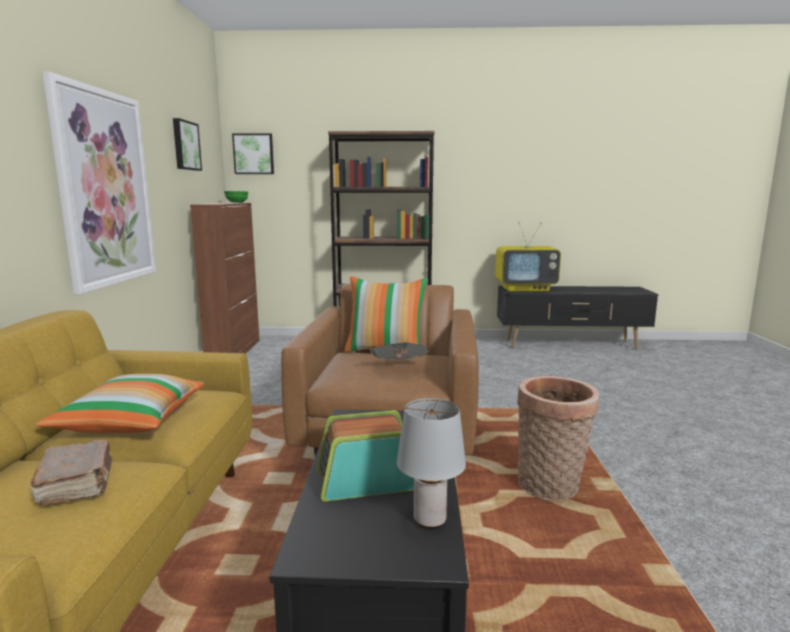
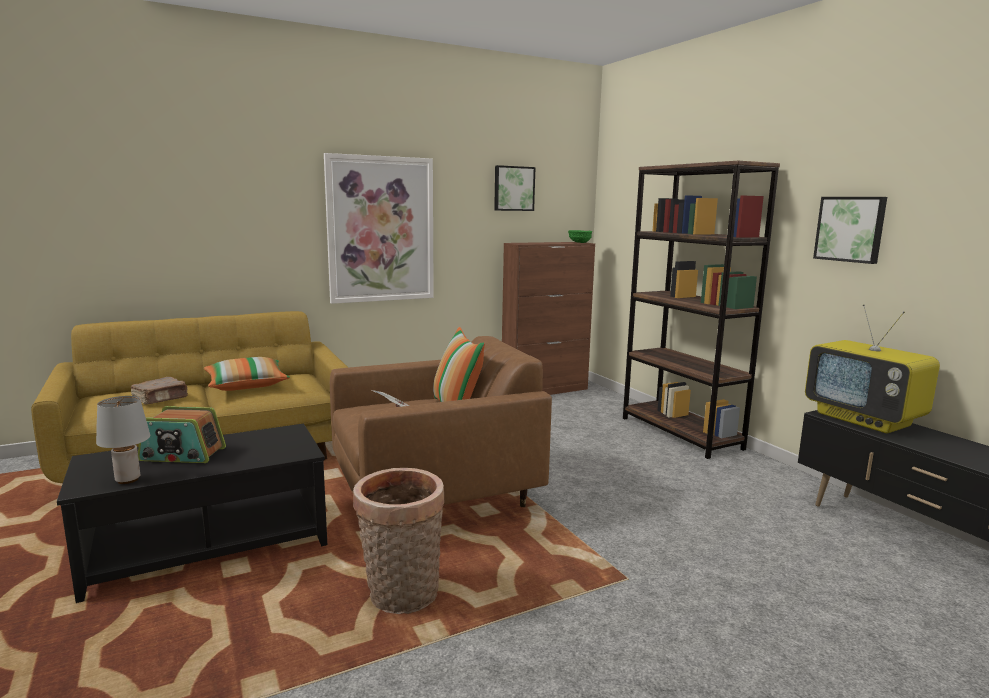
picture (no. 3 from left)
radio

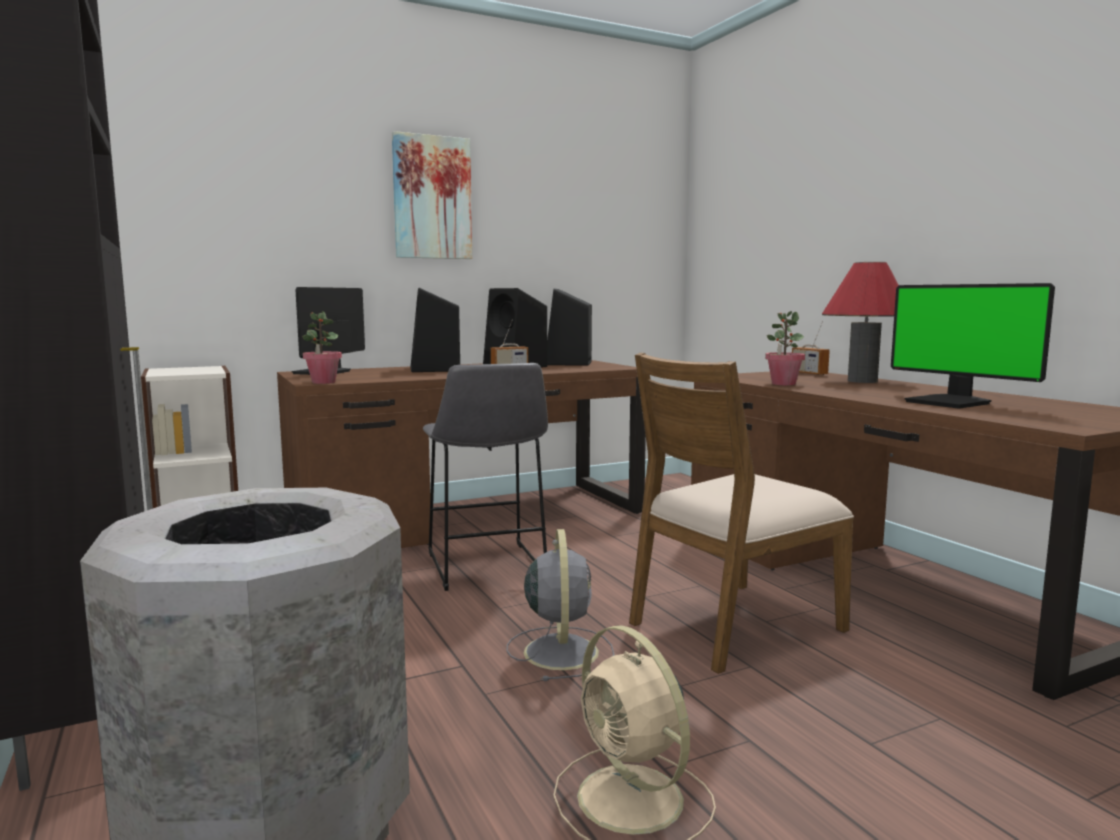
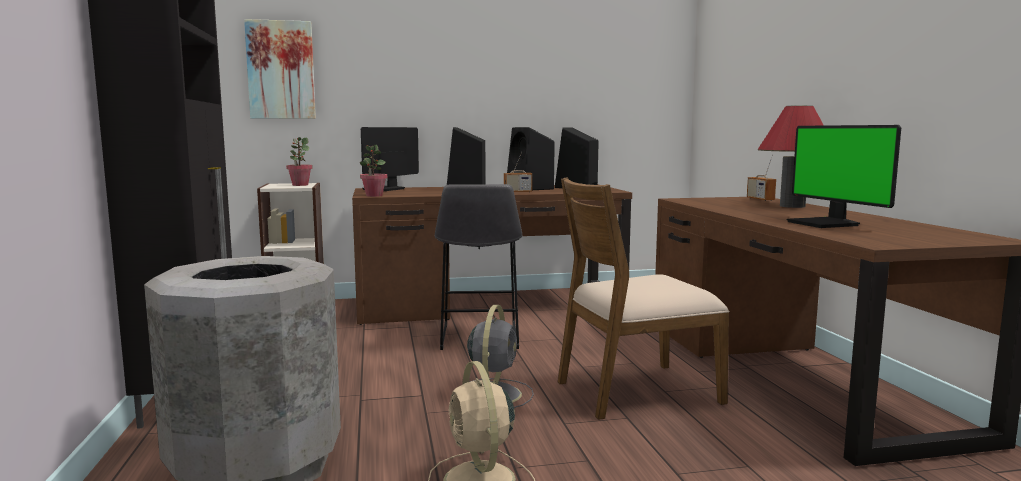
picture
potted plant (no. 1 from left)

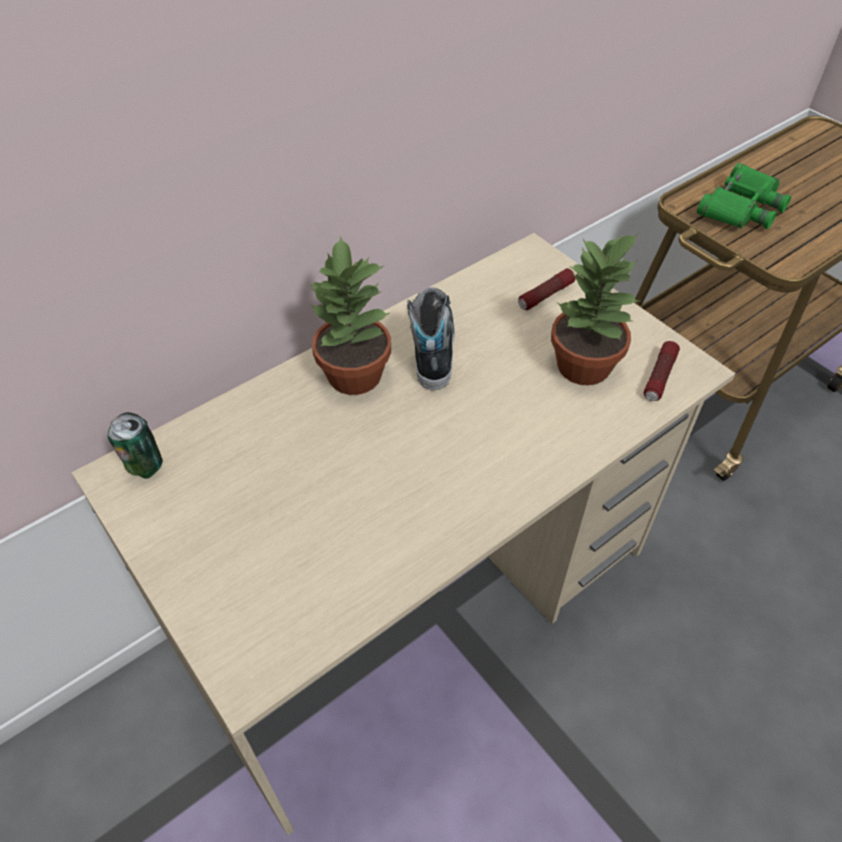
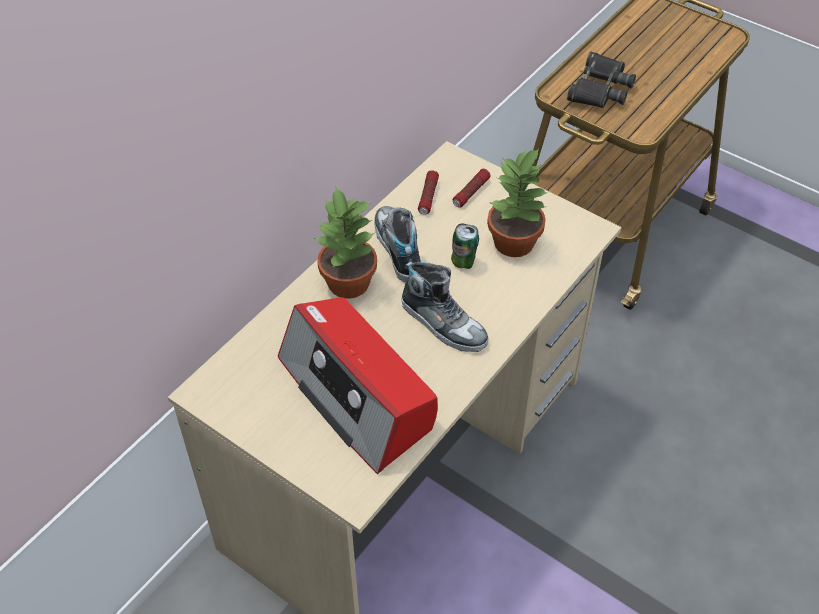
radio
shoe (no. 2 from left)
can
flashlight (no. 1 from left)
binoculars/black

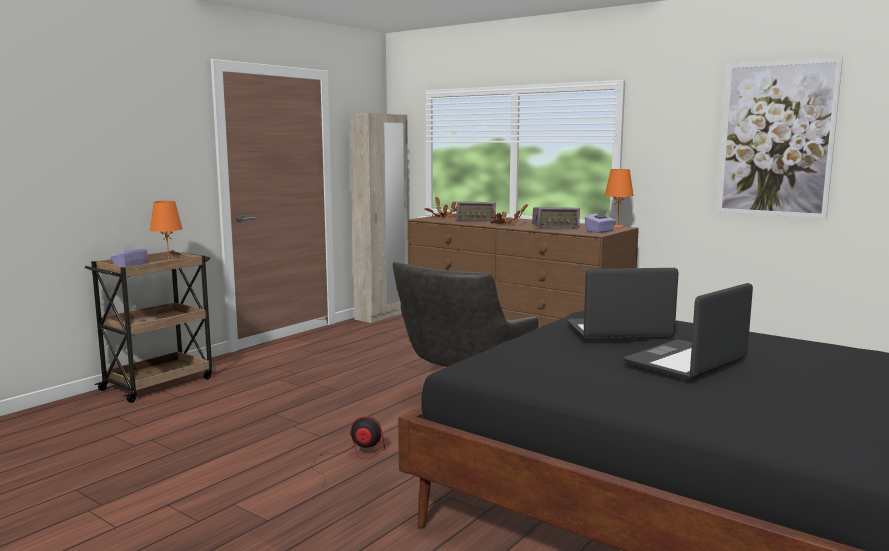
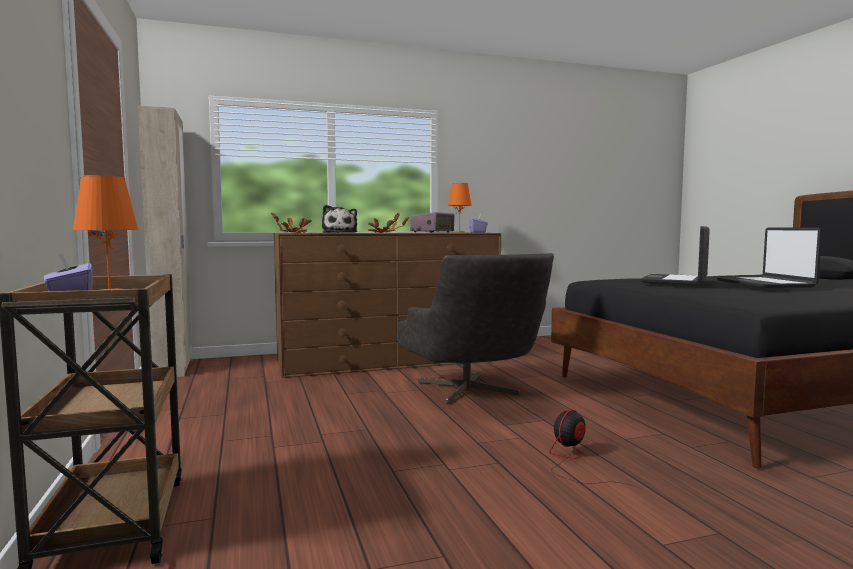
picture
plush toy

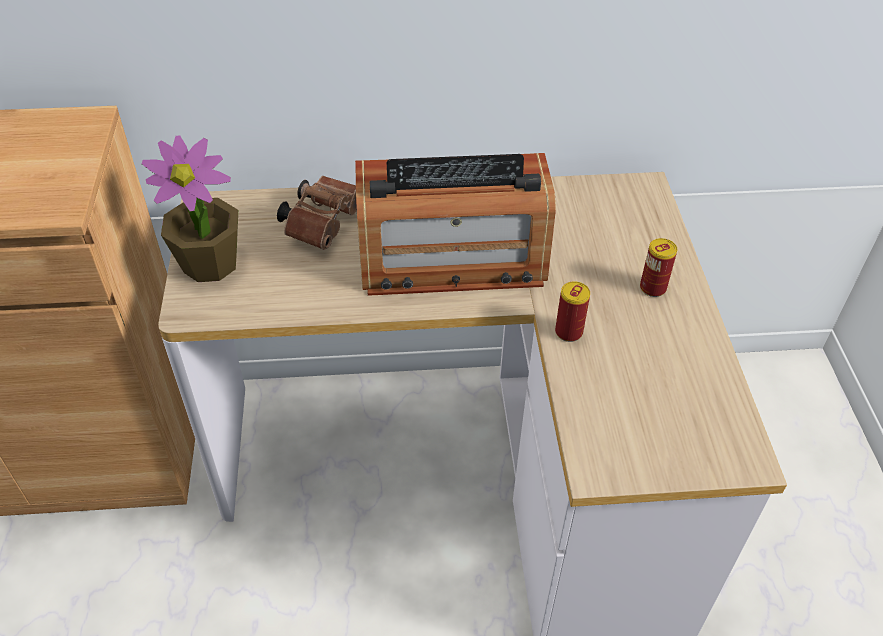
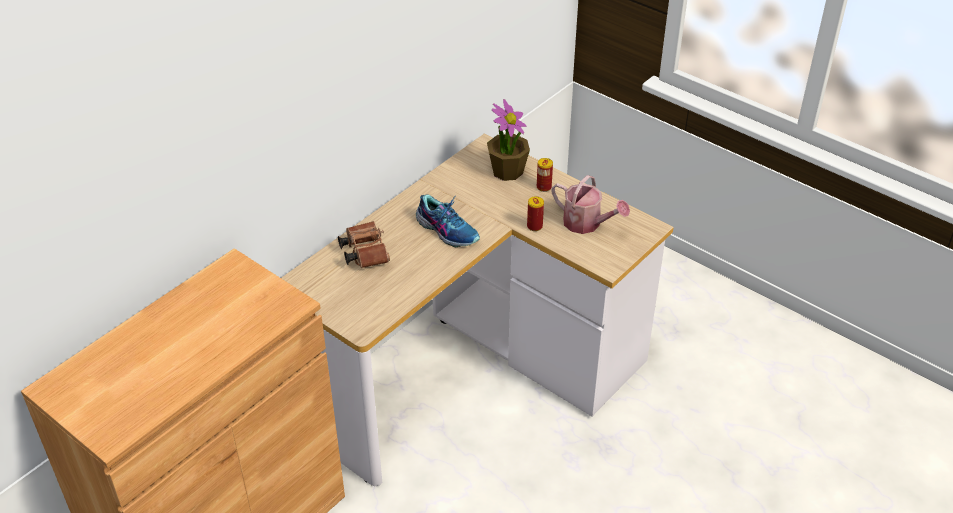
watering can
potted plant
shoe

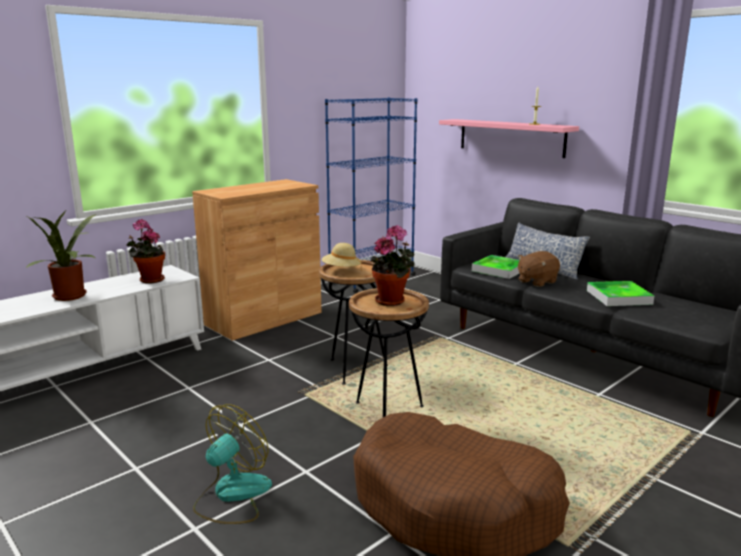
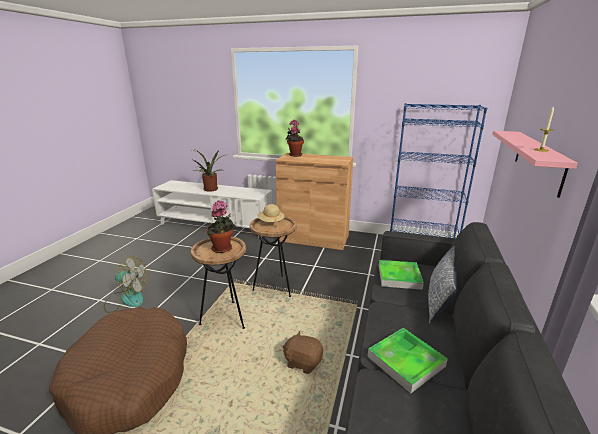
potted plant (no. 3 from left)
plush toy/brown

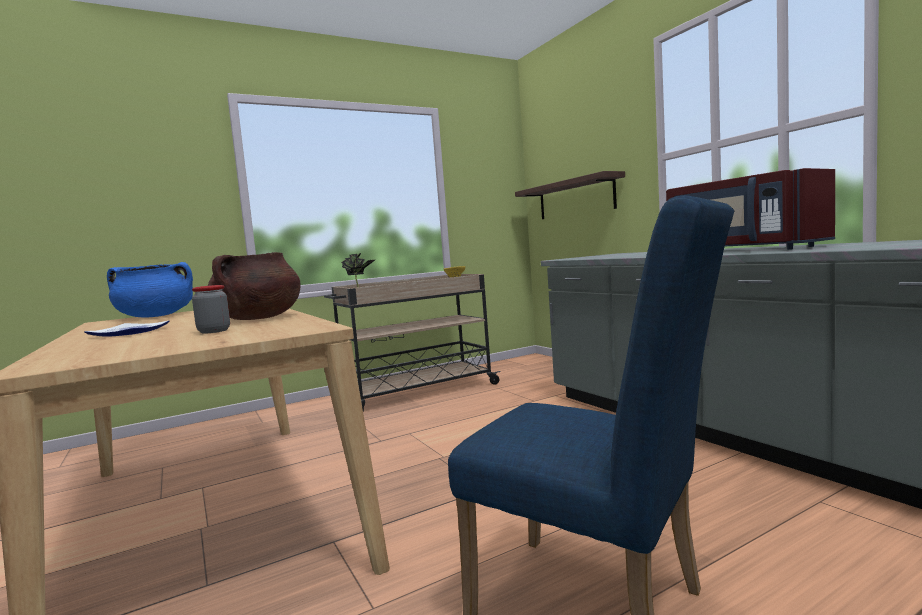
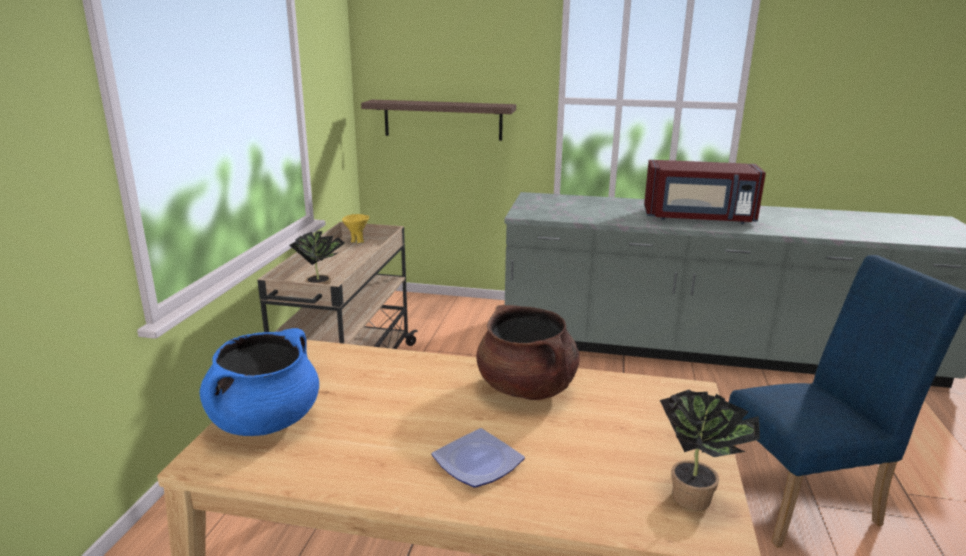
jar
potted plant (no. 2 from left)

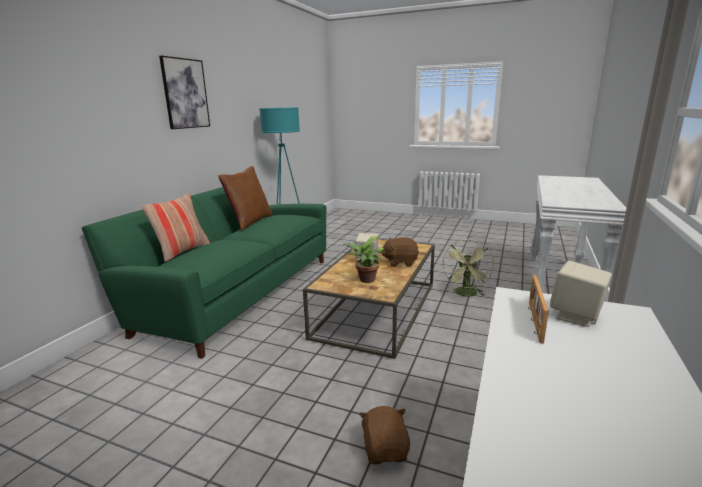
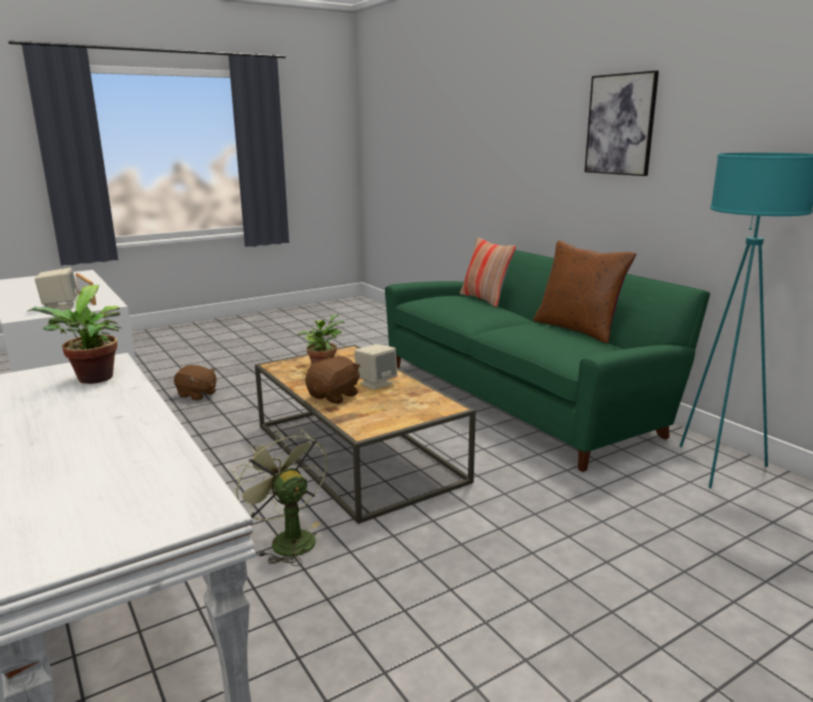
potted plant (no. 1 from left)

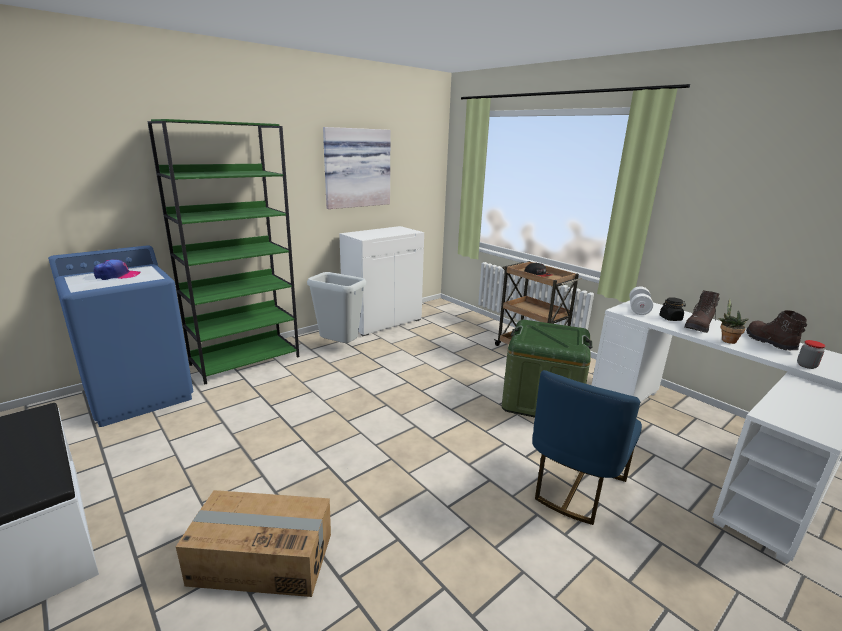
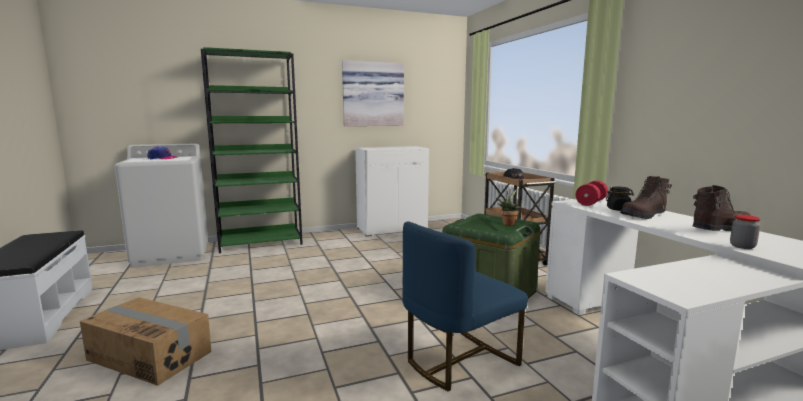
trash can/grey
potted plant
washing machine/white
dumbbell/red
boot/brown (no. 2 from left)

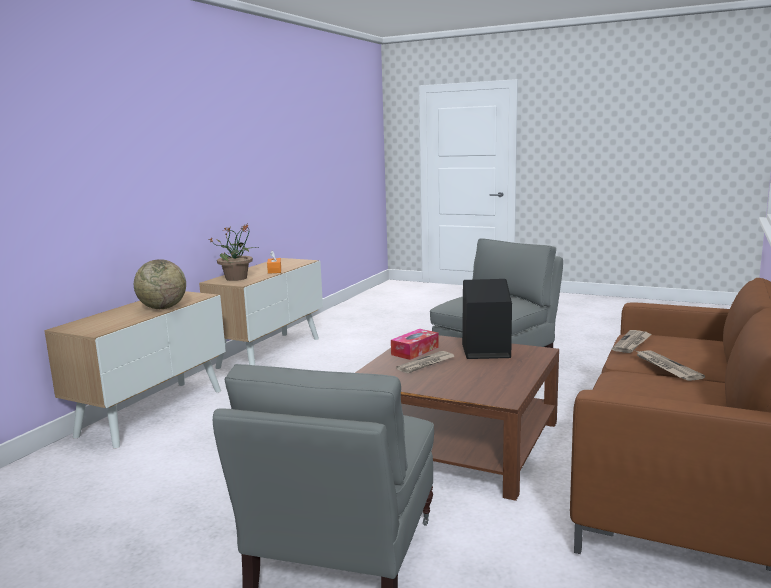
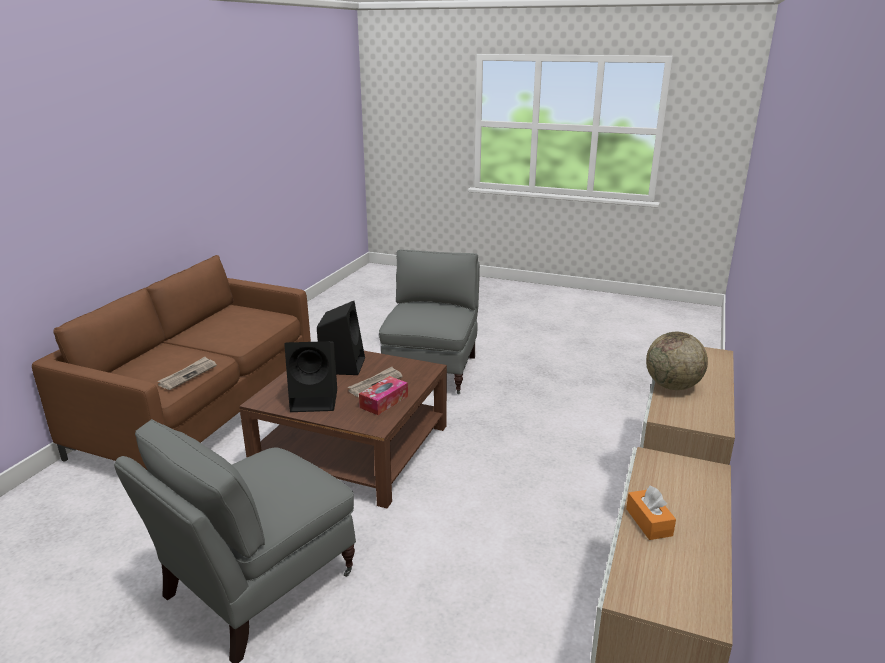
potted plant
newspaper (no. 3 from left in the first image)
speaker/black (no. 2 from left)

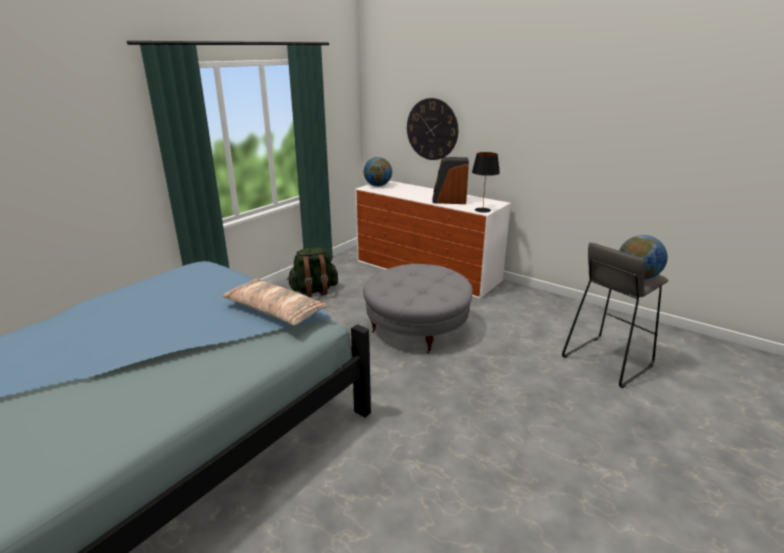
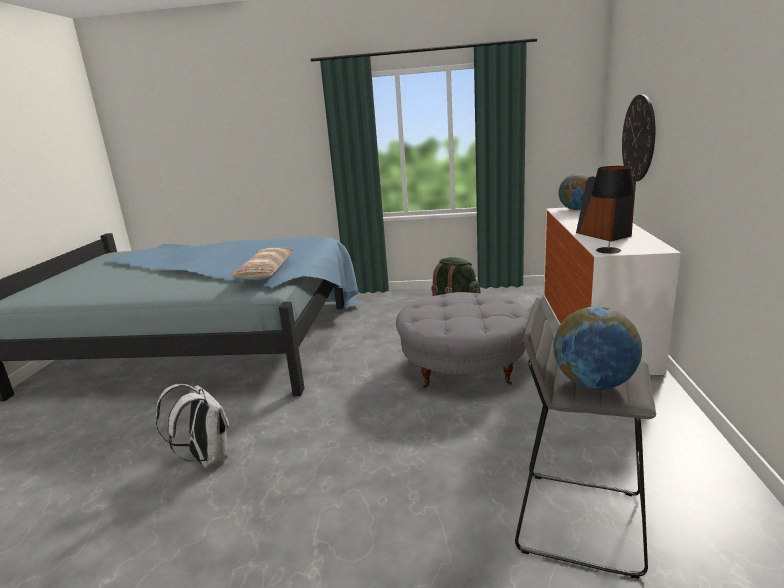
backpack/white

